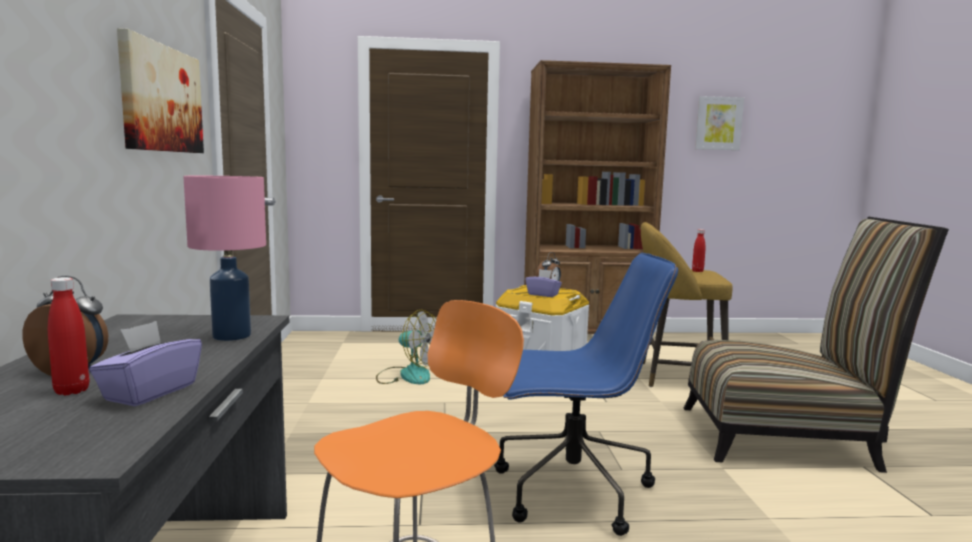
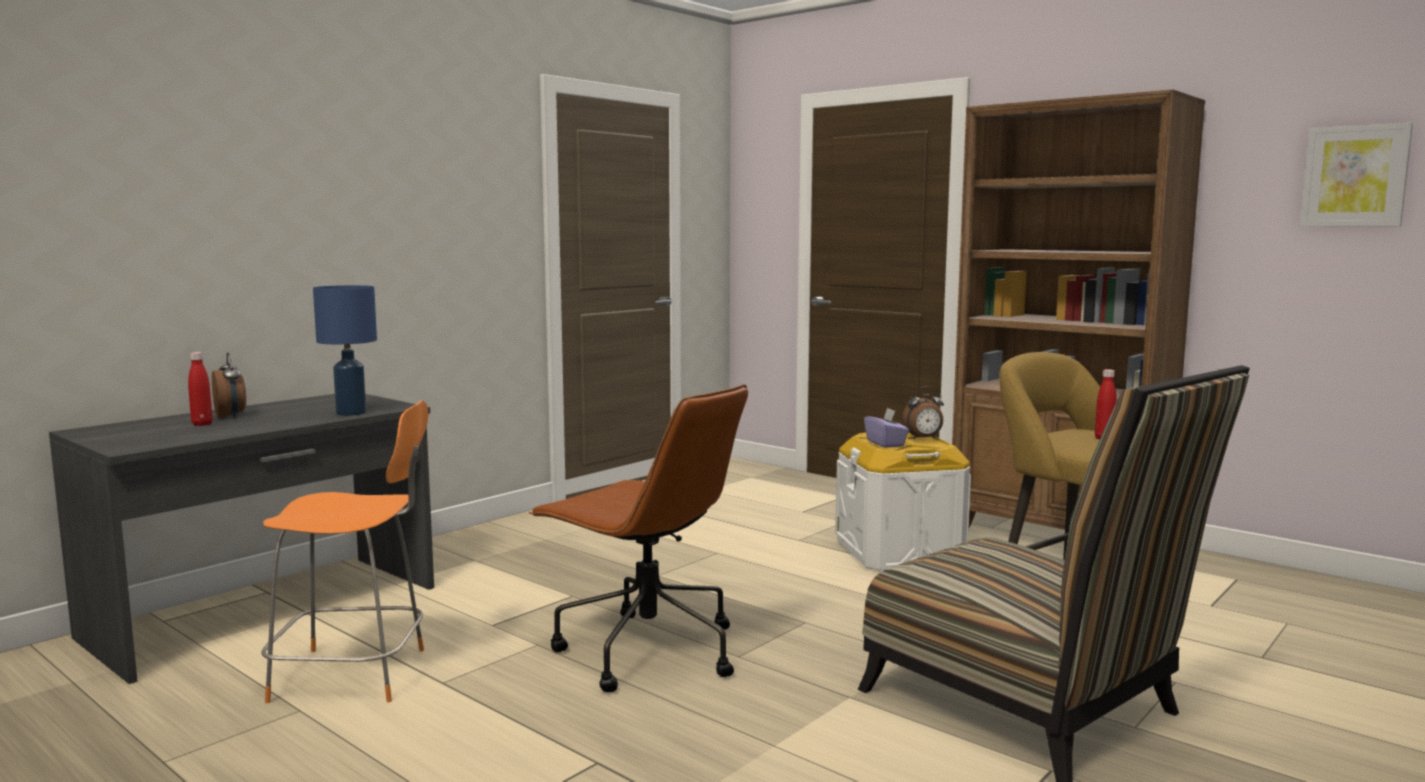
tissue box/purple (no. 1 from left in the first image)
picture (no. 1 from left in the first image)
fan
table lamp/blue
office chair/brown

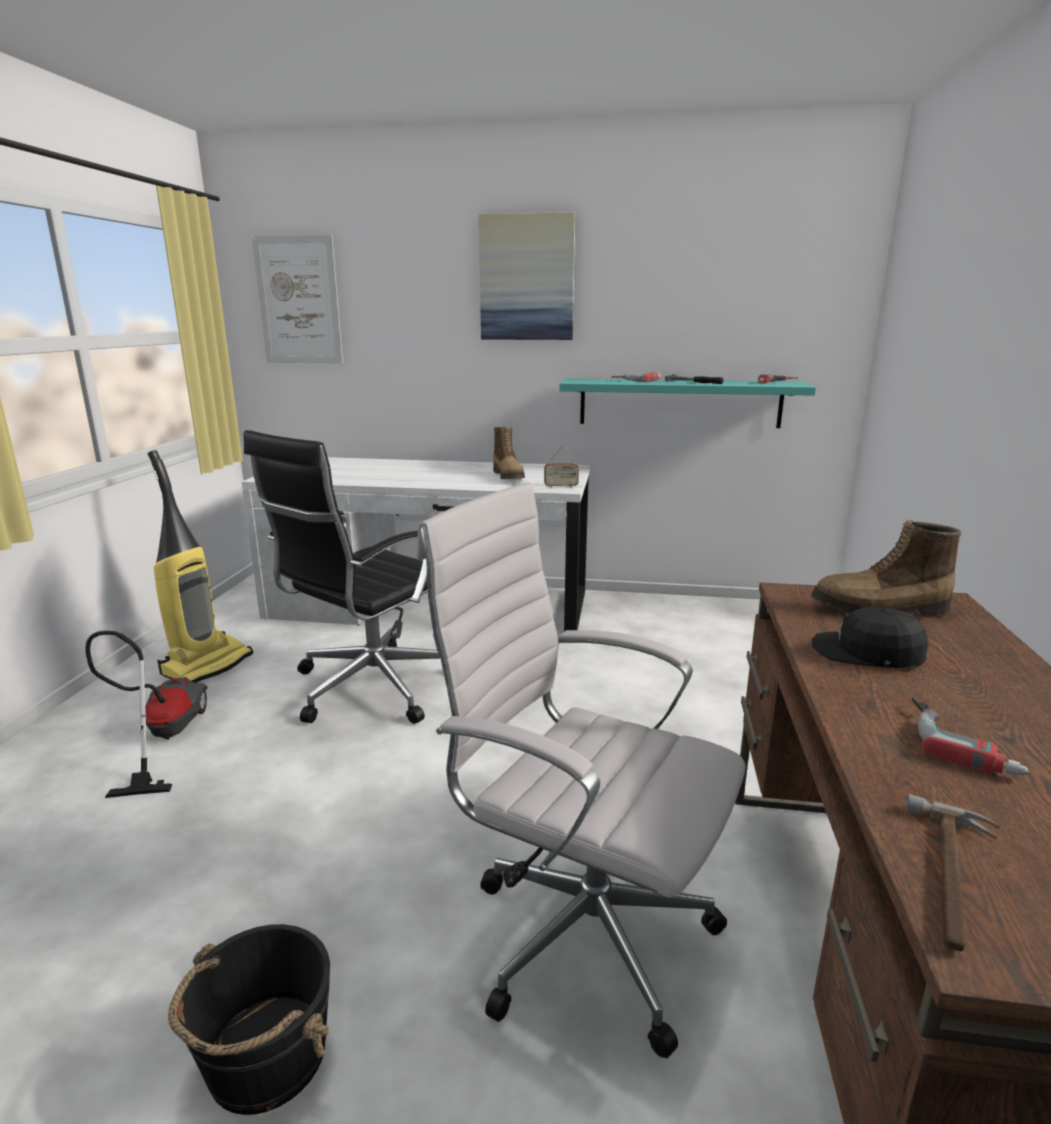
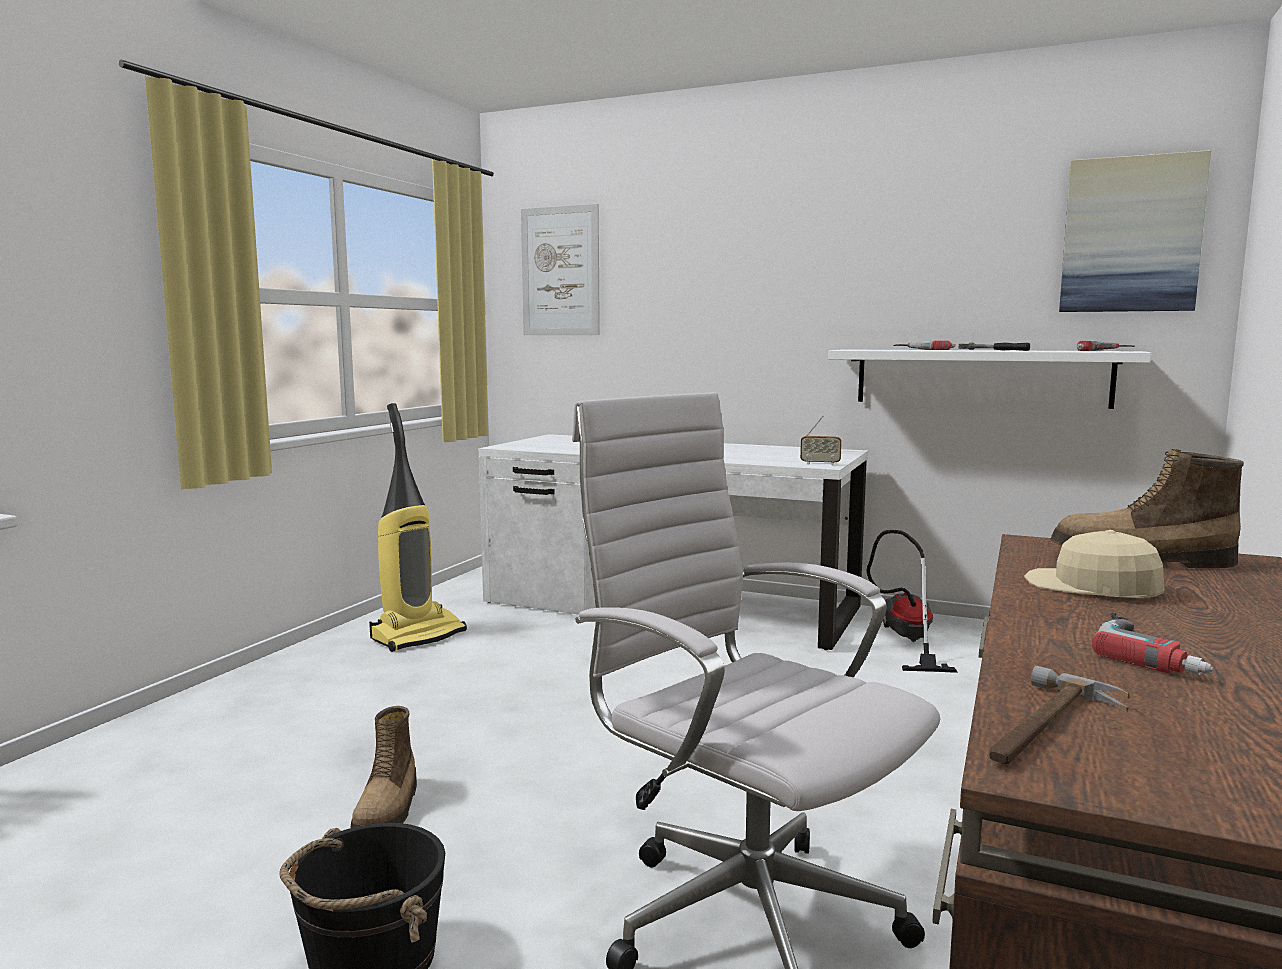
office chair/black
vacuum cleaner (no. 2 from left)
picture (no. 2 from left)
boot (no. 1 from left)
shelf/white
cap/beige

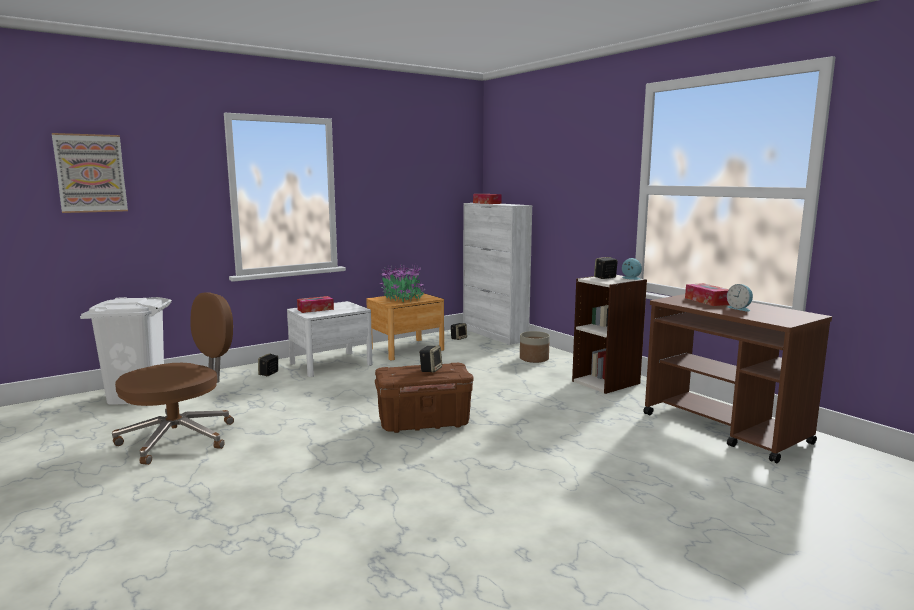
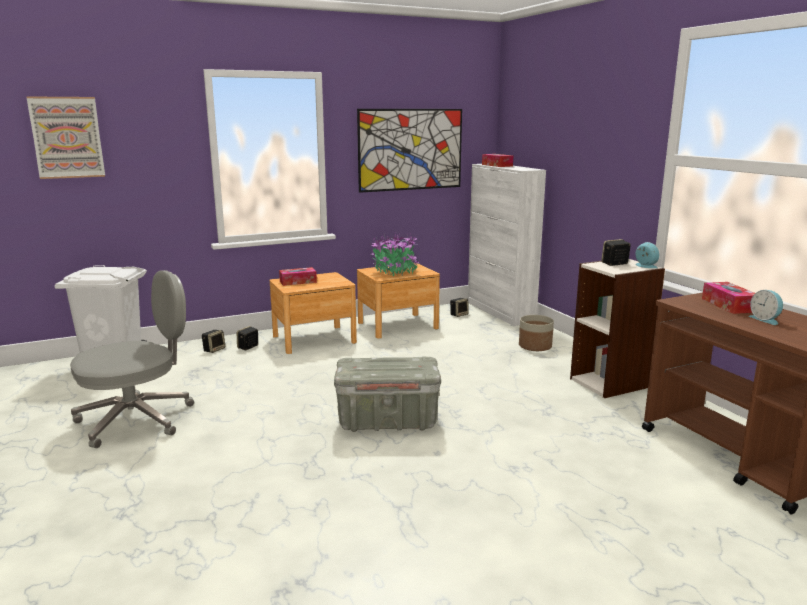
picture (no. 2 from left)
speaker (no. 1 from left)
office chair/grey
nightstand/brown (no. 1 from left)
storage box/grey

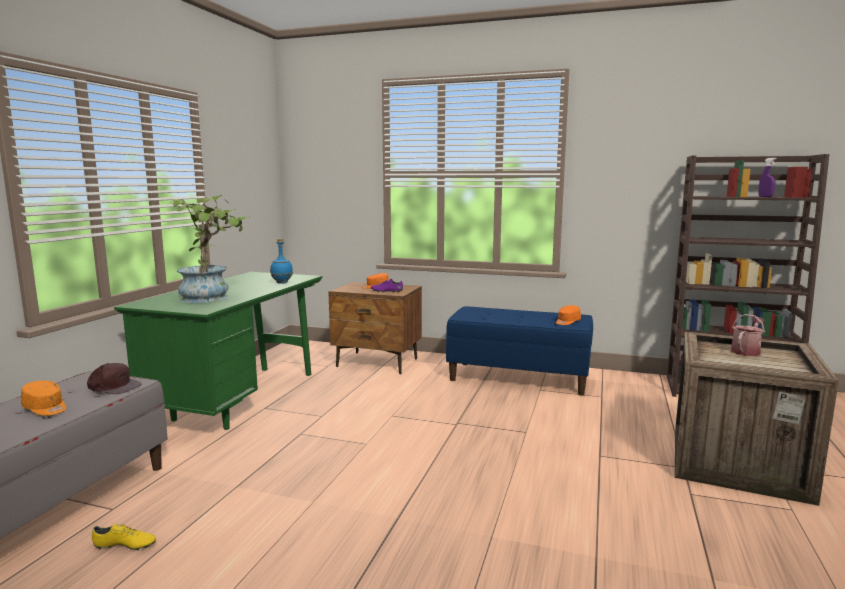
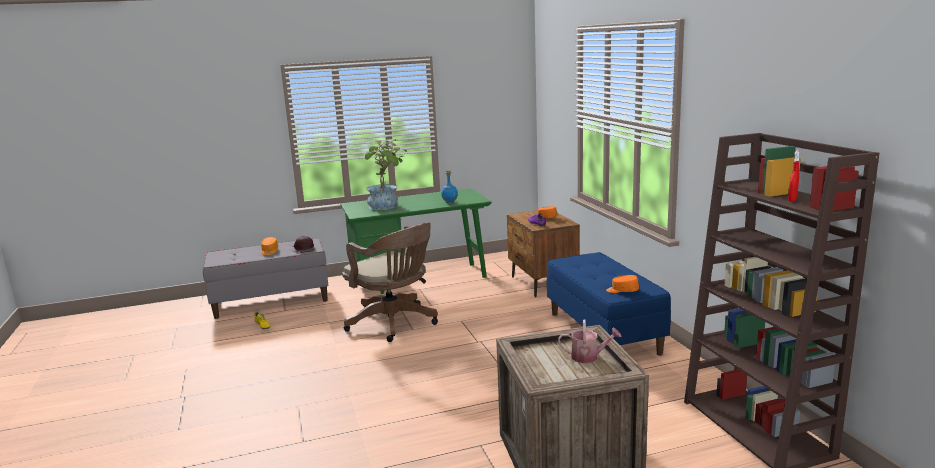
office chair/brown
spray bottle/red

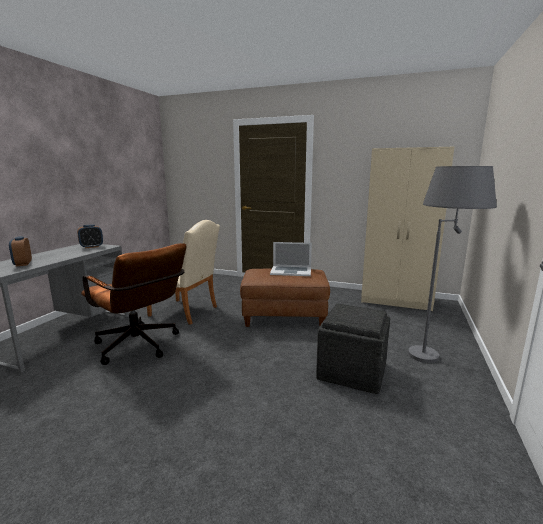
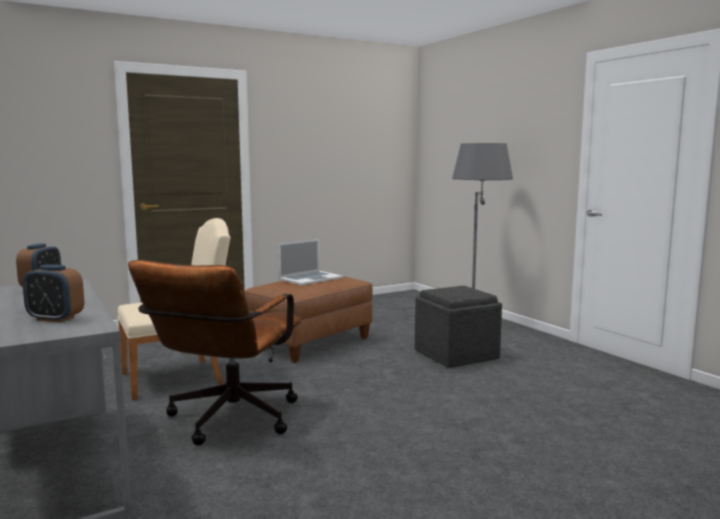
wardrobe/beige
office chair/brown

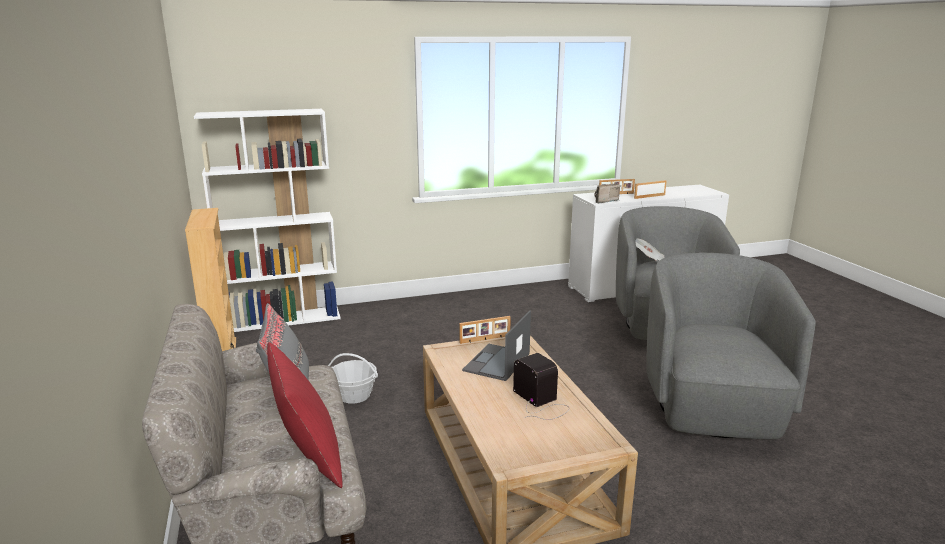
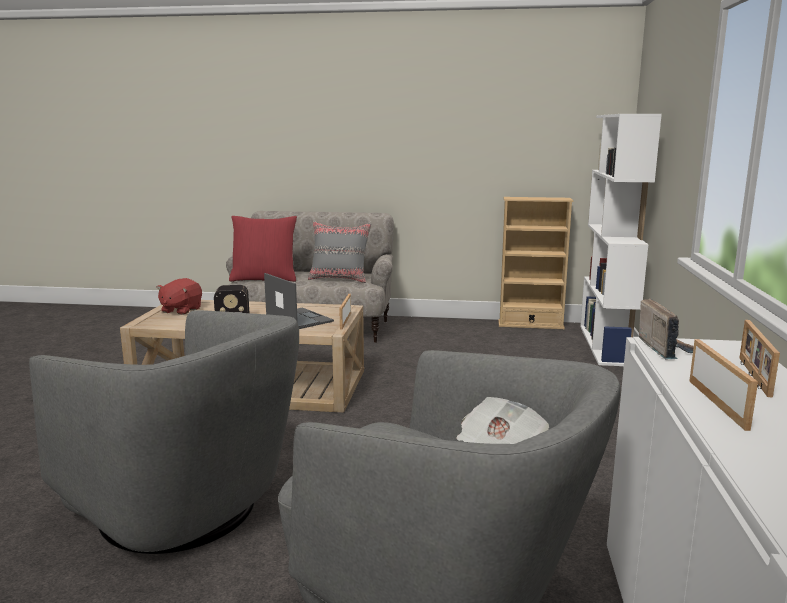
basket
plush toy/red

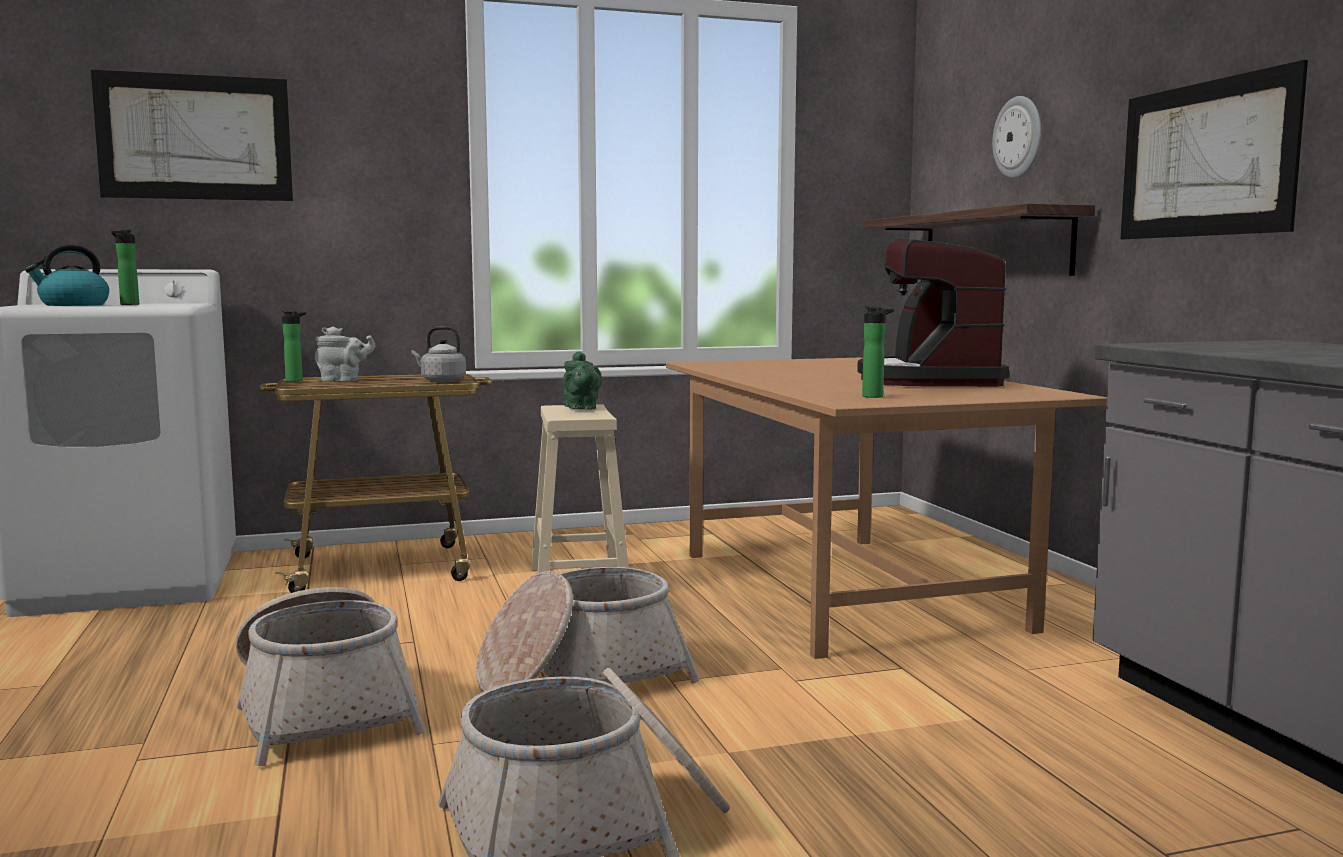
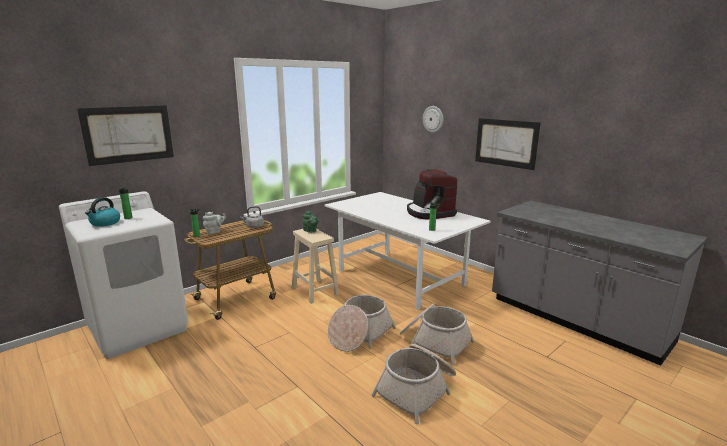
shelf
basket (no. 3 from left)
dining table/white

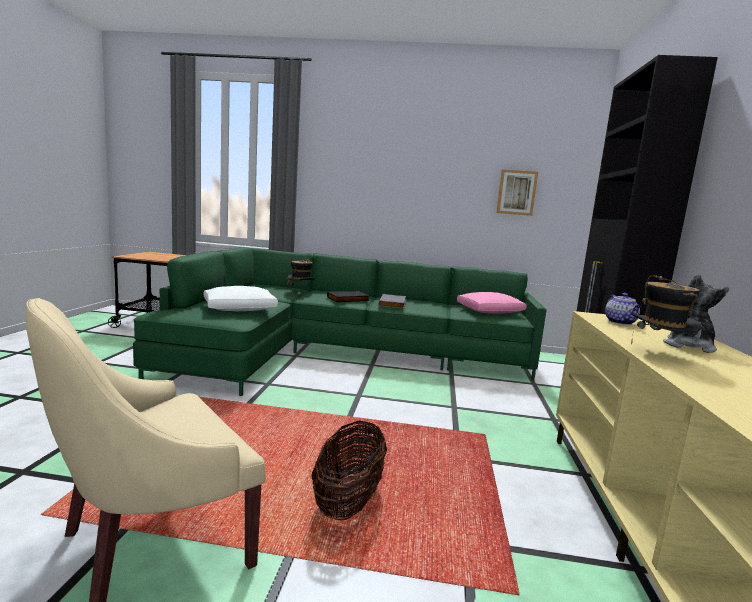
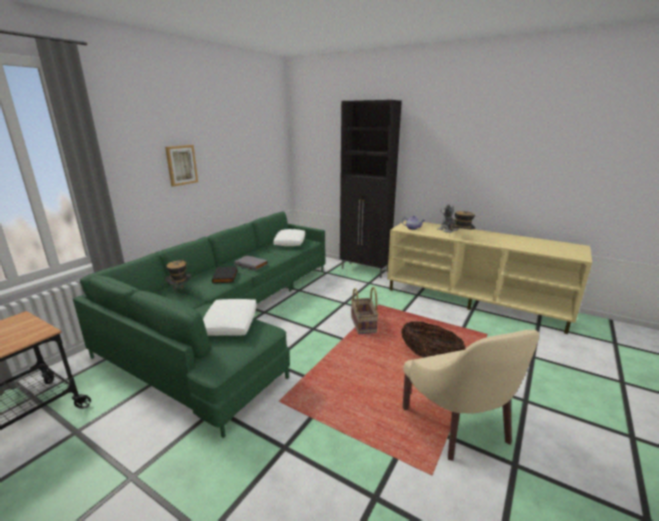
basket (no. 1 from left)
picture
pillow/white (no. 2 from left)

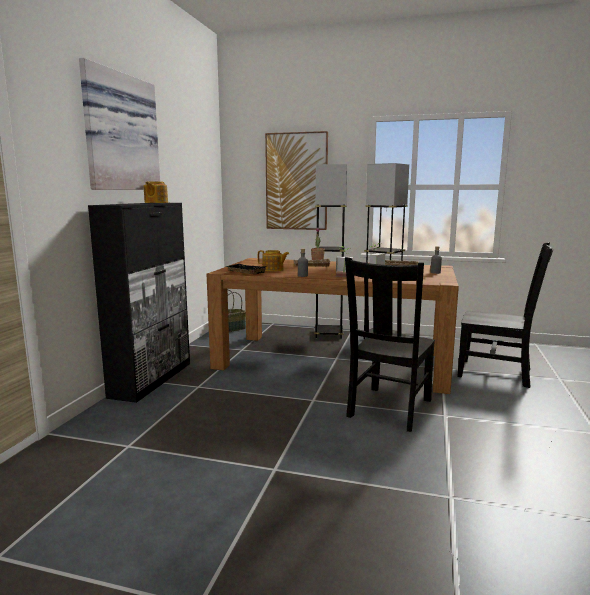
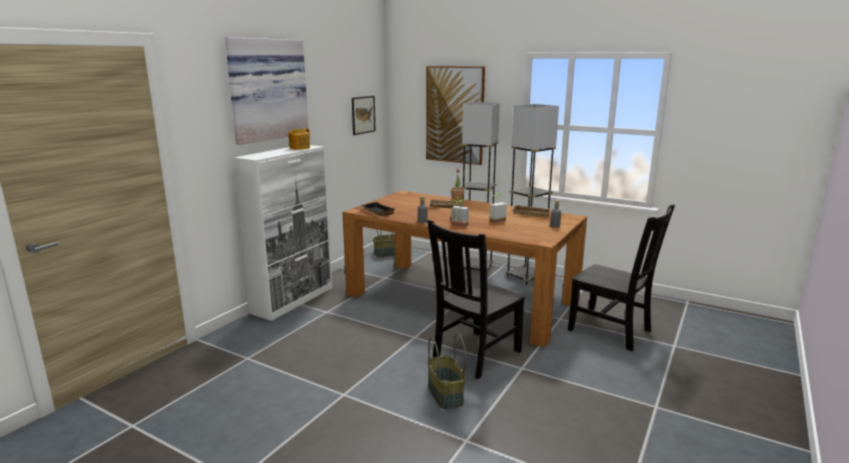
teapot (no. 2 from left in the first image)
picture (no. 2 from left)
basket (no. 2 from left)
cabinet/white

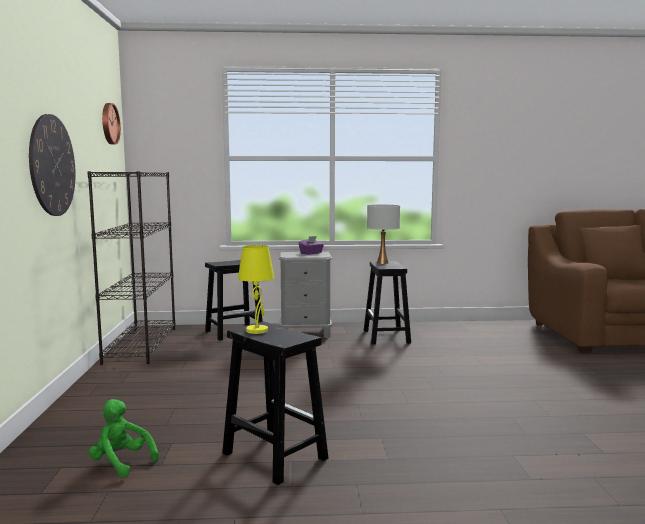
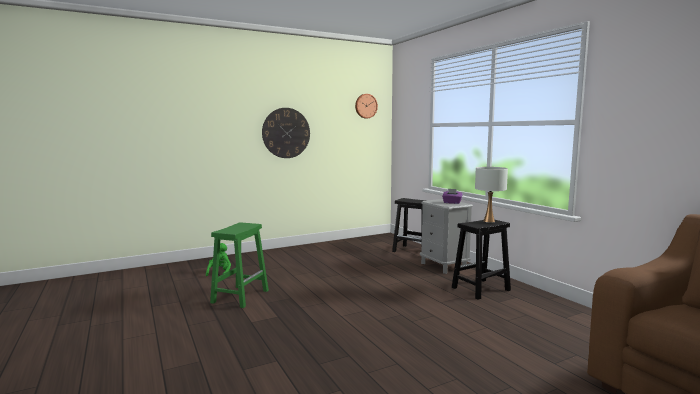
bookcase/black
table lamp/yellow
stool/green

